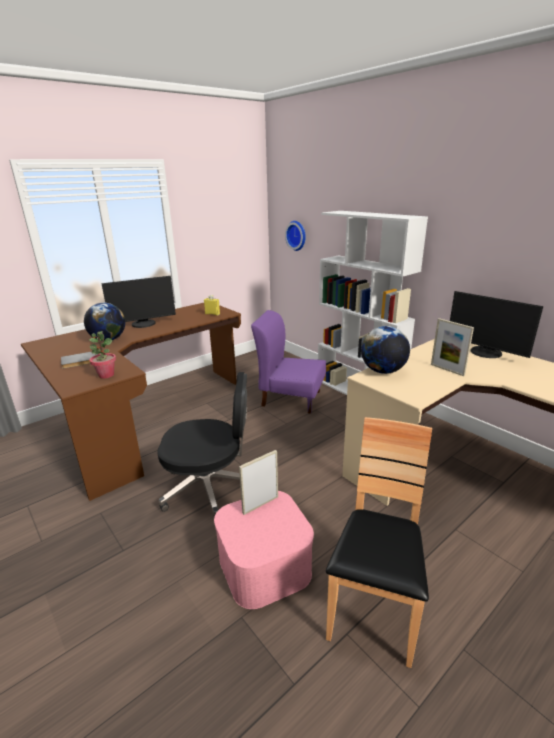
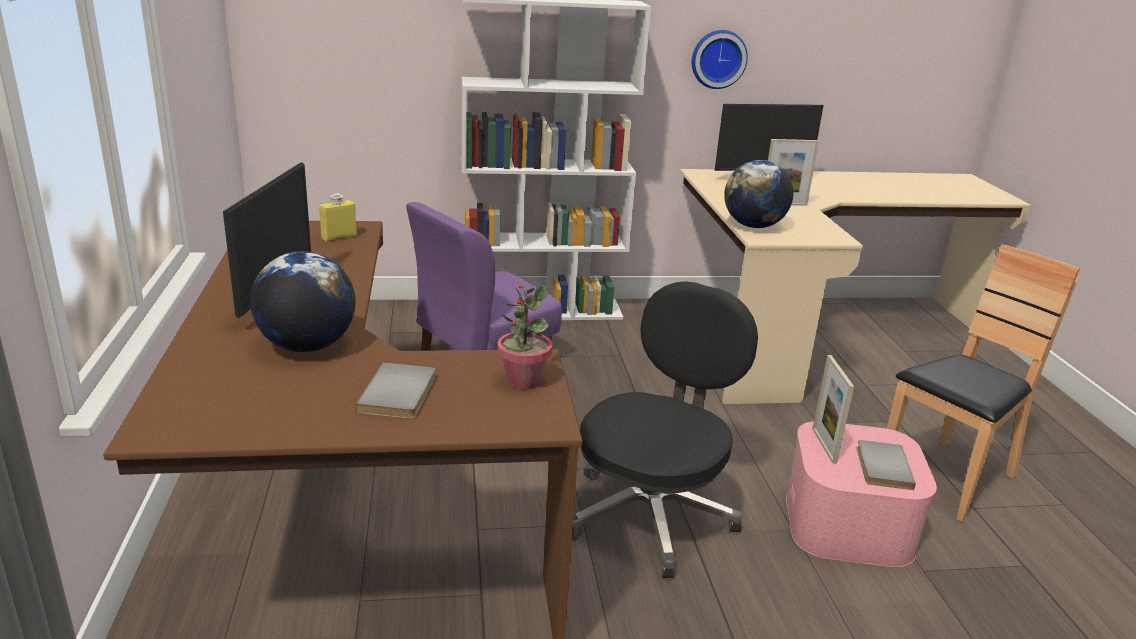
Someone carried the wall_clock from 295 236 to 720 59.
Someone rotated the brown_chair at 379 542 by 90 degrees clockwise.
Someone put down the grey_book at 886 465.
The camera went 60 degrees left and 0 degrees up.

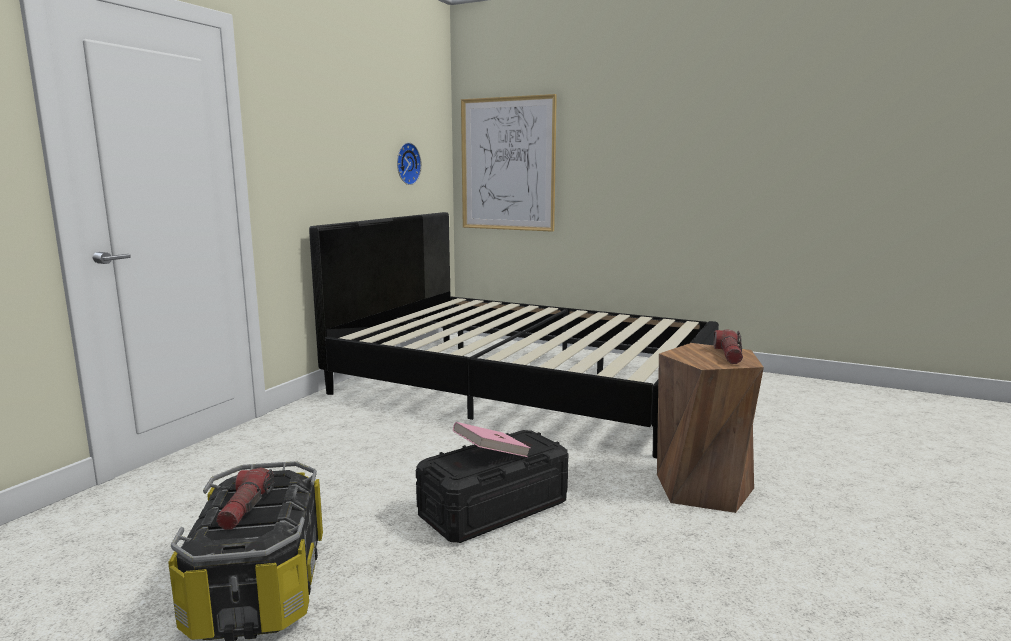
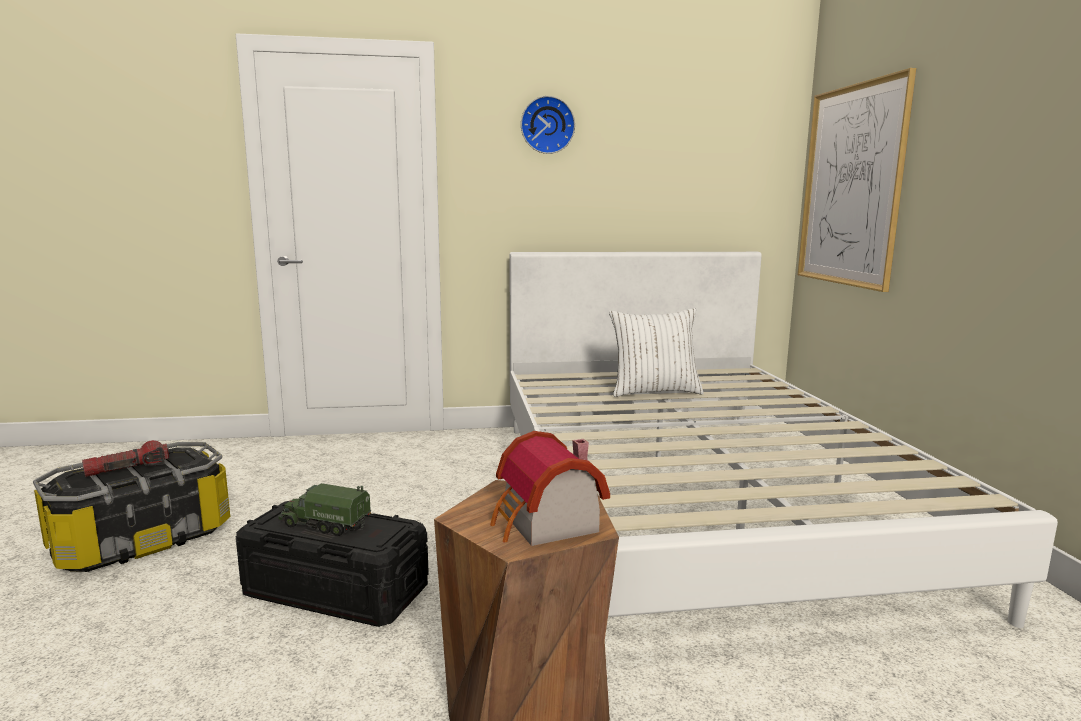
Someone repainted the black_bed at 514 335, which became the white_bed at 784 440.
Someone carried the wall_clock from 409 163 to 548 125.
Someone swapped the pink_book at 491 439 for the toy_truck at 324 509.
Someone swapped the flashlight at 728 347 for the toy_house at 550 488.
Someone put down the white_pillow at 656 352.
The camera went 55 degrees right and 0 degrees up.

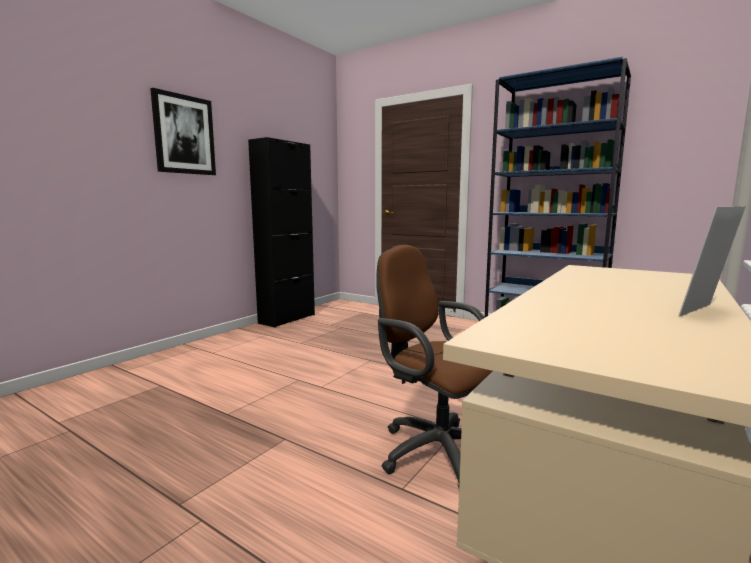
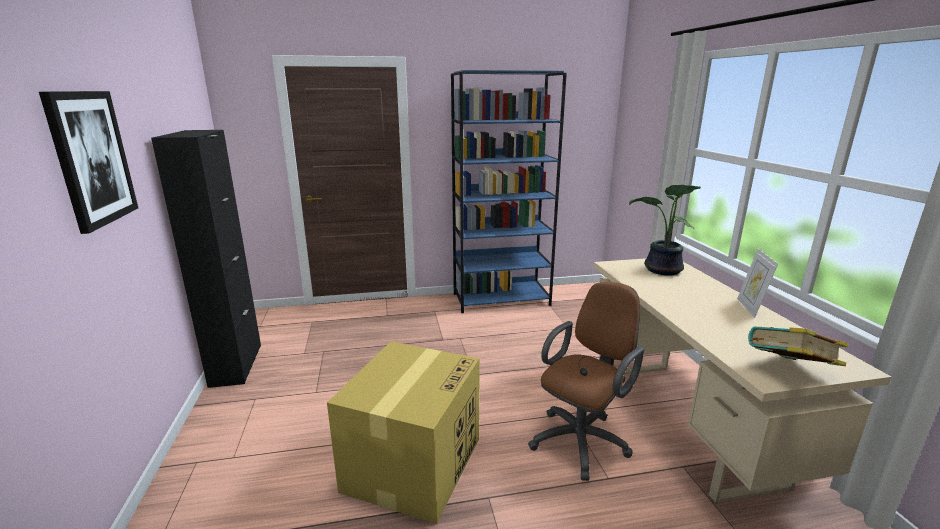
Someone rotated the brown_office_chair at 434 366 by 135 degrees clockwise.
Someone put down the cardboard_box at 403 432.
Someone put down the potted_plant at 665 230.
Someone put down the book at 798 346.
The camera went 45 degrees left and 10 degrees up.

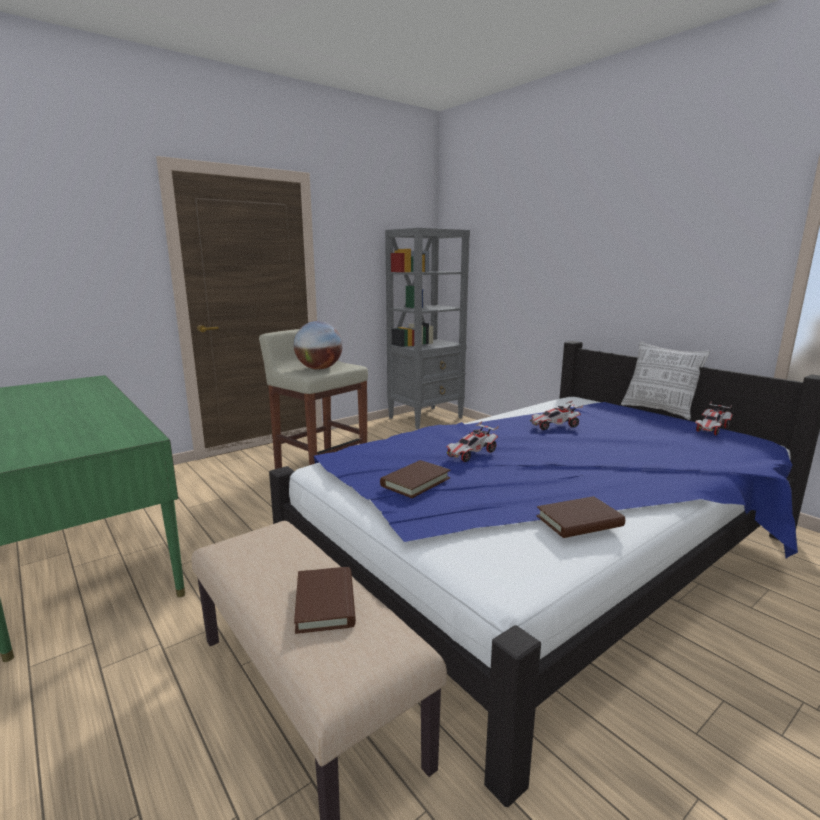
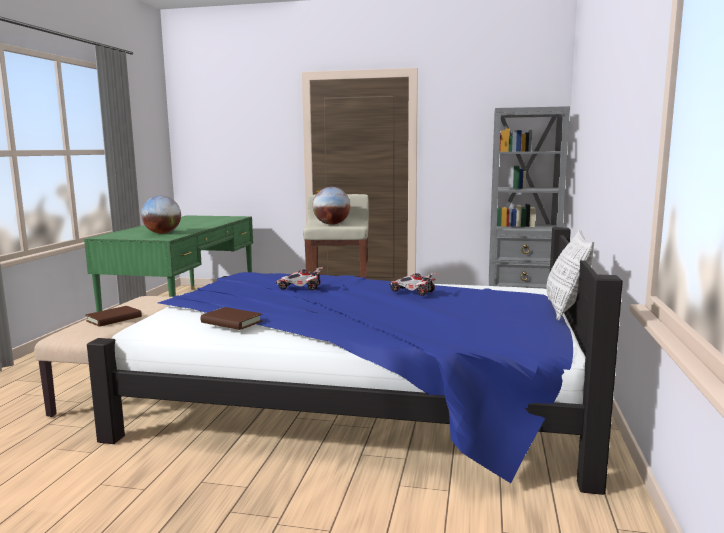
Someone took away the brown_book at 415 479.
Someone took away the toy_car at 714 418.
Someone put down the globe at 161 215.
The camera went 50 degrees right and 5 degrees down.

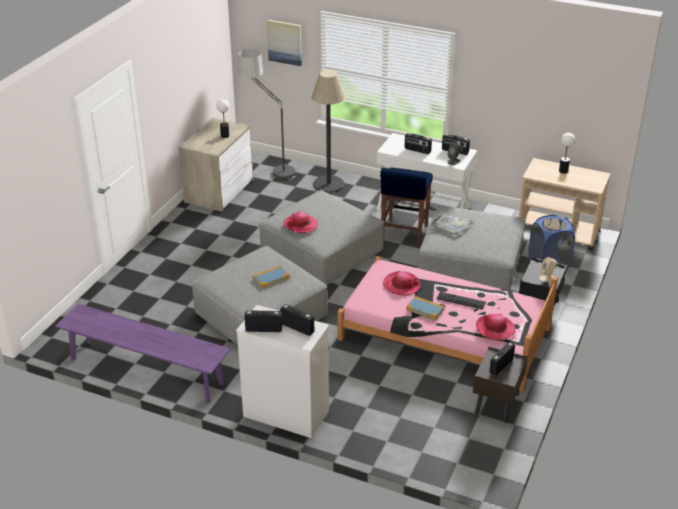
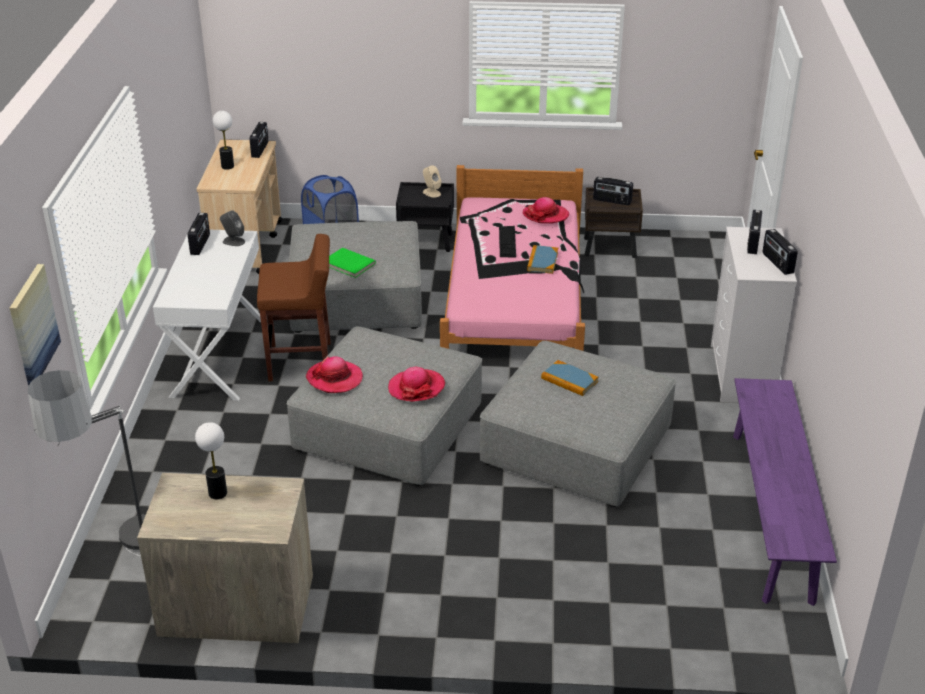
Someone took away the floor_lamp at 328 131.
Someone repainted the blue_stool at 406 207, which became the brown_stool at 294 308.
Someone carried the hat from 402 283 to 334 374.
Someone carried the radio from 418 143 to 259 140.
Someone swapped the grey_tray at 452 224 for the green_book at 352 263.
The camera went 110 degrees left and 0 degrees up.

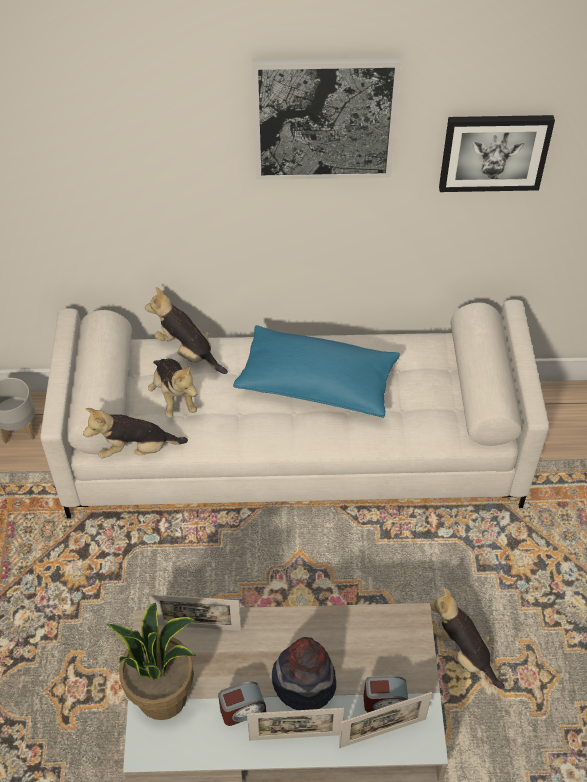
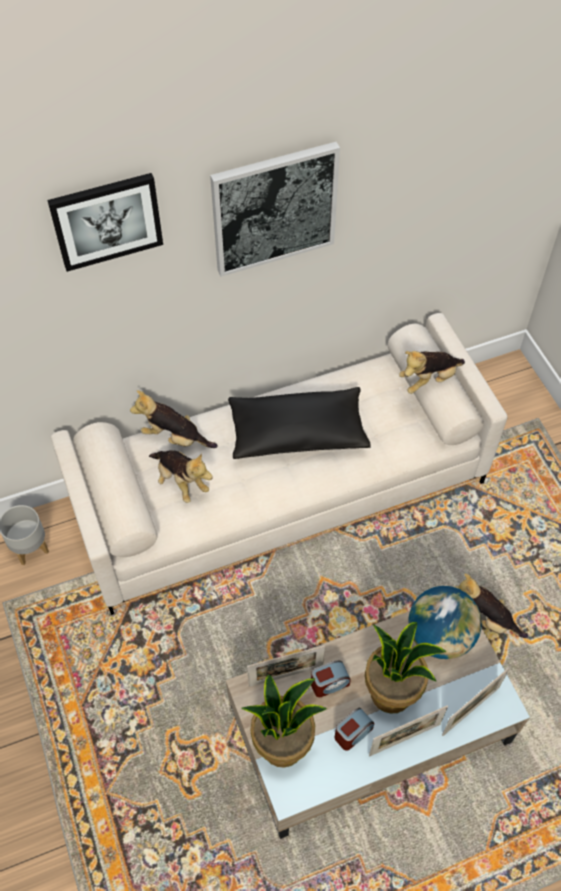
Someone carried the plush_toy from 135 433 to 432 372.
Someone repainted the blue_pillow at 316 371, which became the black_pillow at 299 423.
Someone swapped the hat at 304 673 for the potted_plant at 405 668.
Someone carried the alarm_clock from 386 694 to 331 678.
Someone carried the picture from 497 153 to 105 222.
Someone put down the globe at 445 622.
The camera went 20 degrees left and 5 degrees up.

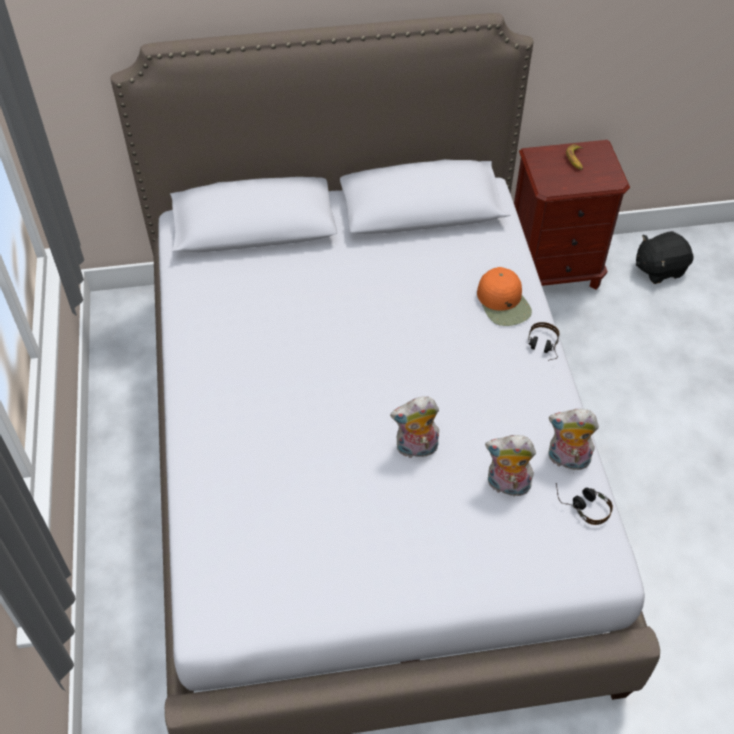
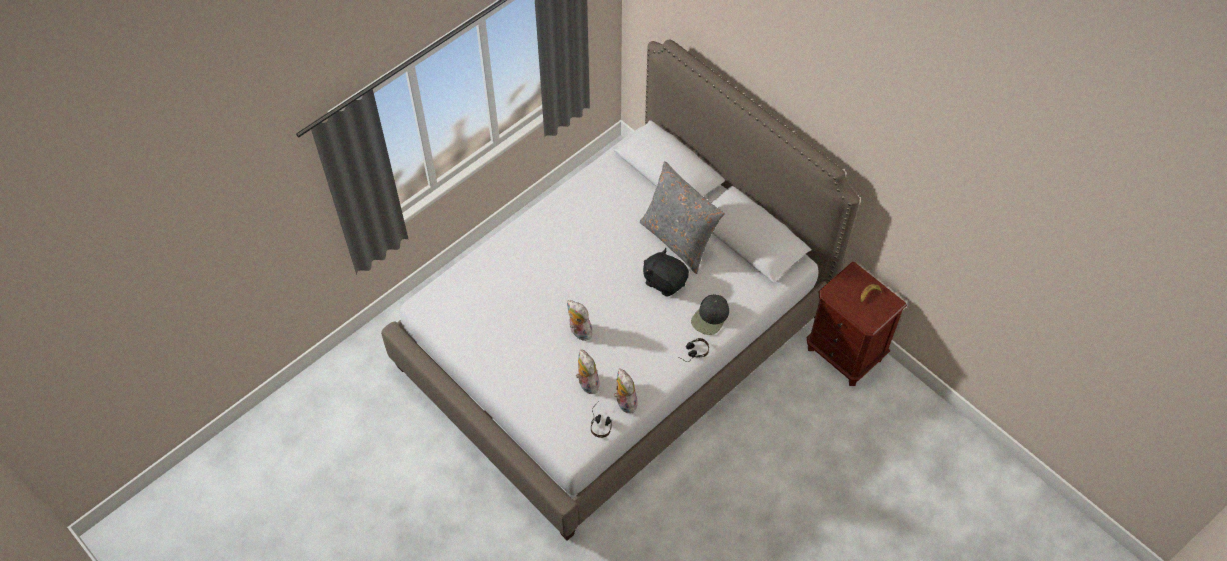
Someone repainted the orange_cap at 504 296, which became the black_cap at 710 314.
Someone carried the black_plush_toy from 665 257 to 666 272.
Someone put down the grey_pillow at 682 217.
The camera went 55 degrees right and 5 degrees up.

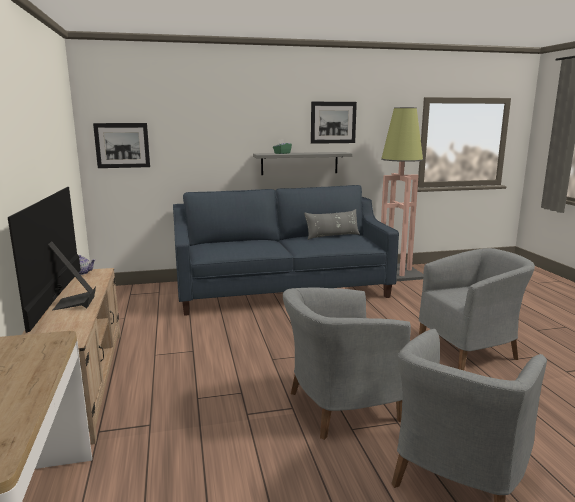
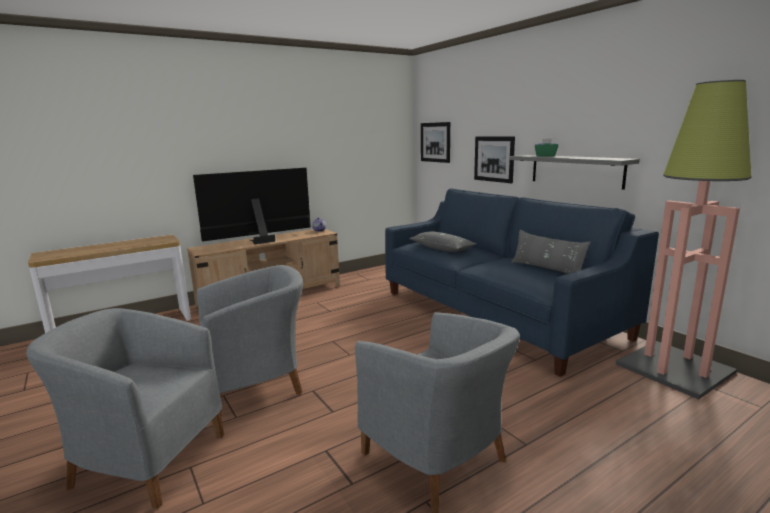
Someone rotated the grey_armchair at 347 363 by 105 degrees clockwise.
Someone carried the picture from 334 123 to 494 159.
Someone put down the grey_pillow at 443 241.
The camera went 70 degrees right and 0 degrees up.

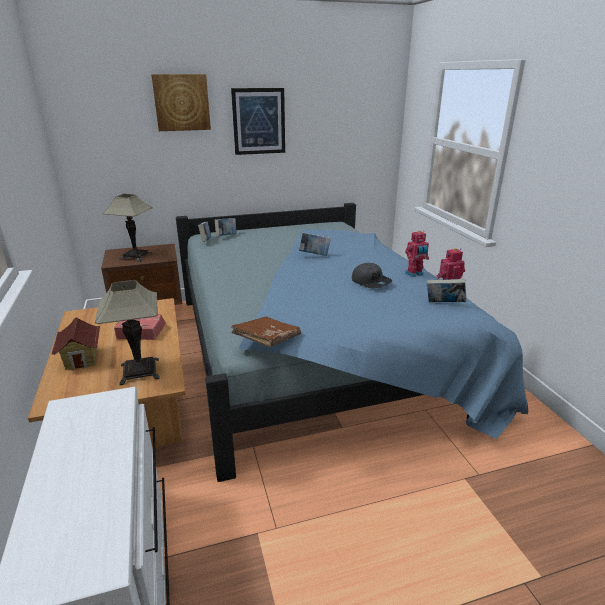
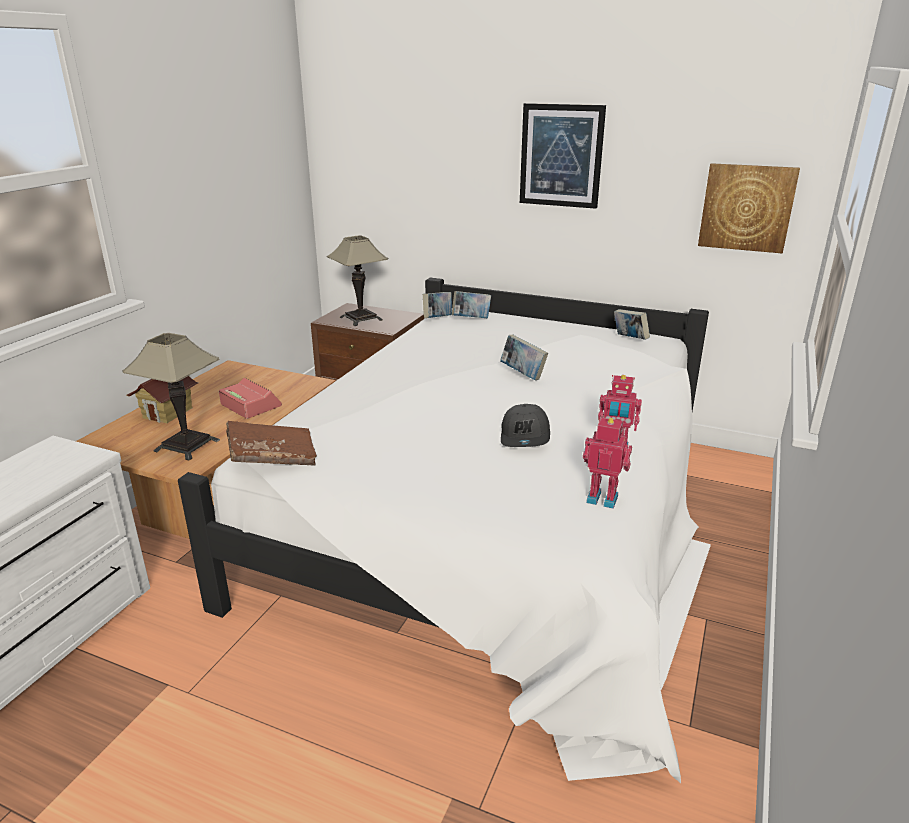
Someone carried the picture from 181 102 to 749 208.
Someone repainted the blue_bed at 352 342, which became the white_bed at 444 530.
Someone carried the book from 446 290 to 632 324.
The camera went 40 degrees right and 0 degrees up.

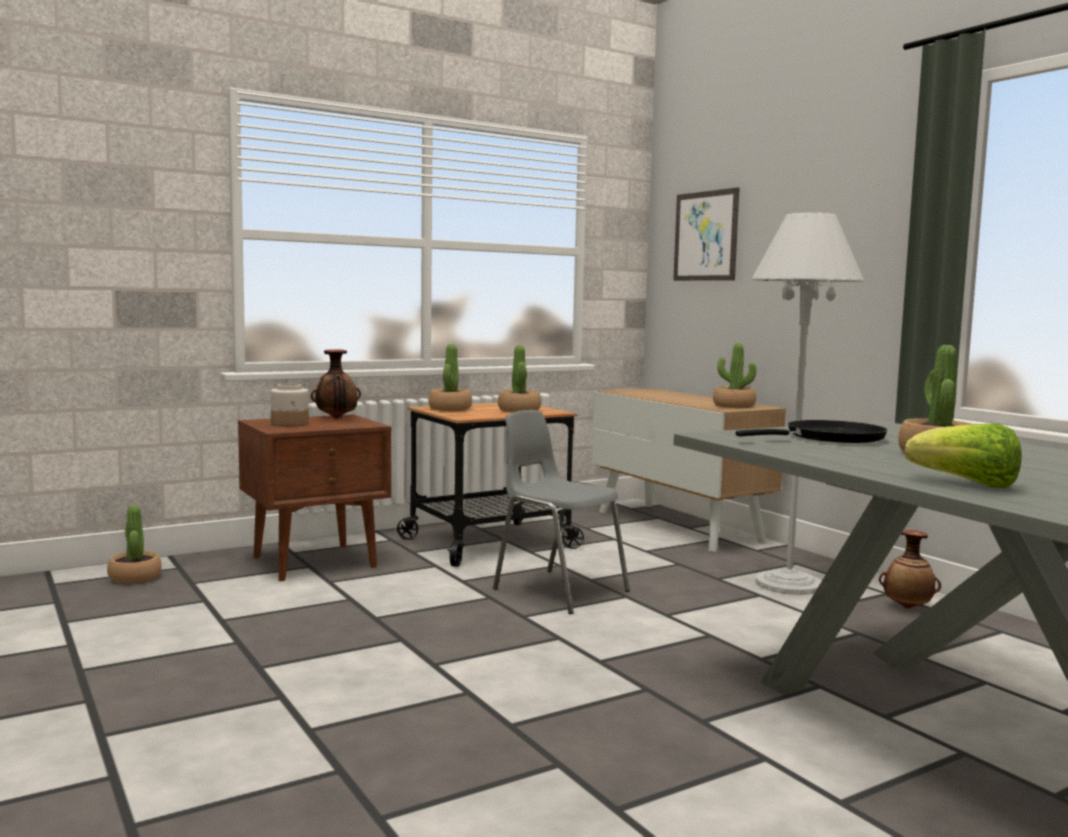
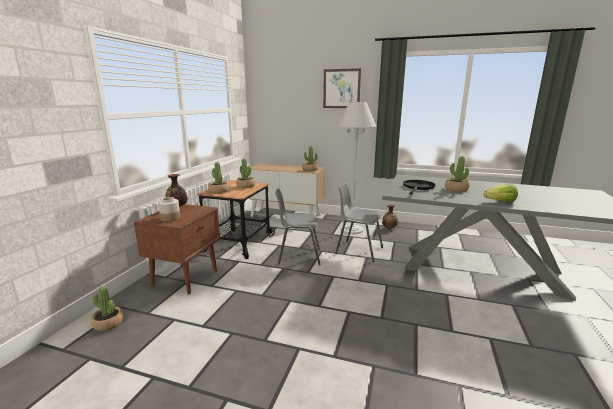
Someone carried the picture from 706 234 to 342 88.
Someone put down the grey_chair at 359 222.
The camera went 40 degrees left and 10 degrees up.

